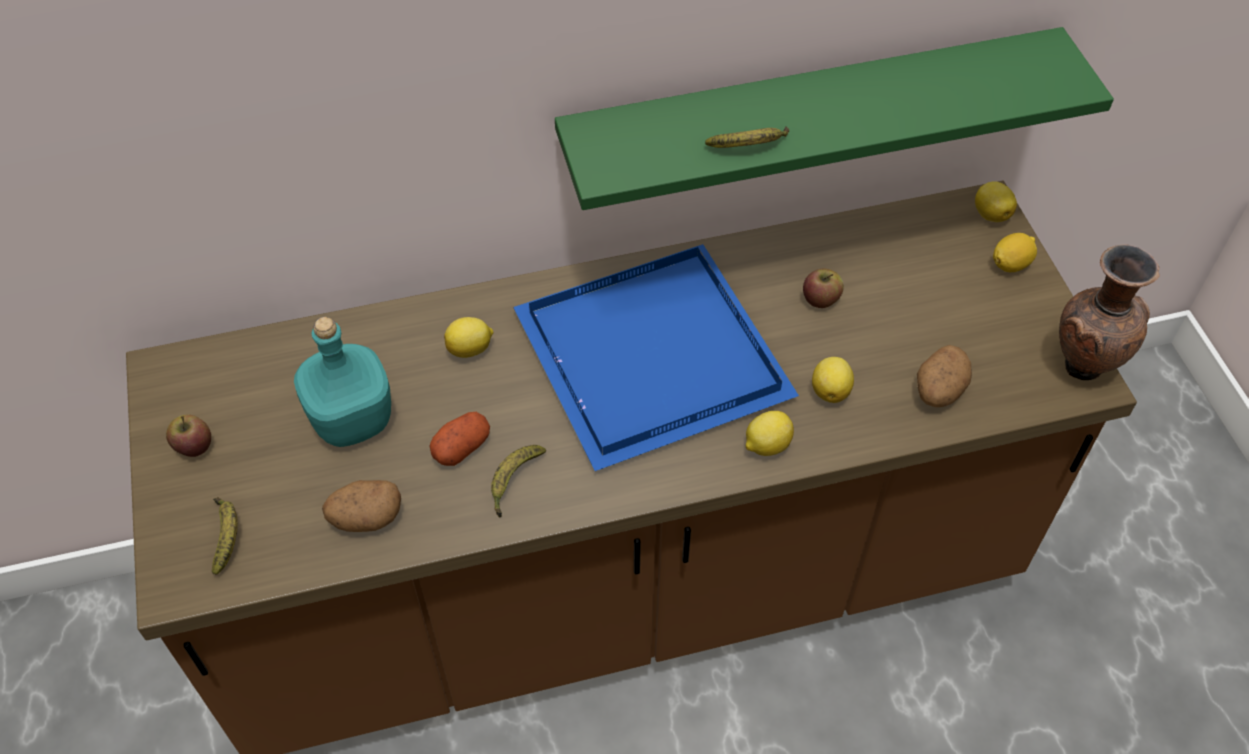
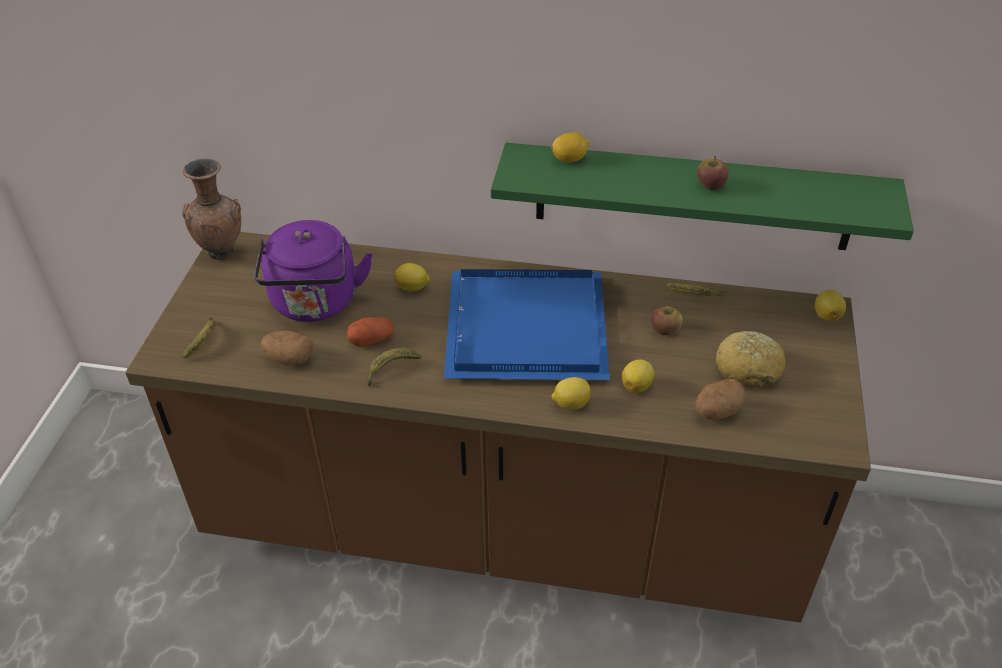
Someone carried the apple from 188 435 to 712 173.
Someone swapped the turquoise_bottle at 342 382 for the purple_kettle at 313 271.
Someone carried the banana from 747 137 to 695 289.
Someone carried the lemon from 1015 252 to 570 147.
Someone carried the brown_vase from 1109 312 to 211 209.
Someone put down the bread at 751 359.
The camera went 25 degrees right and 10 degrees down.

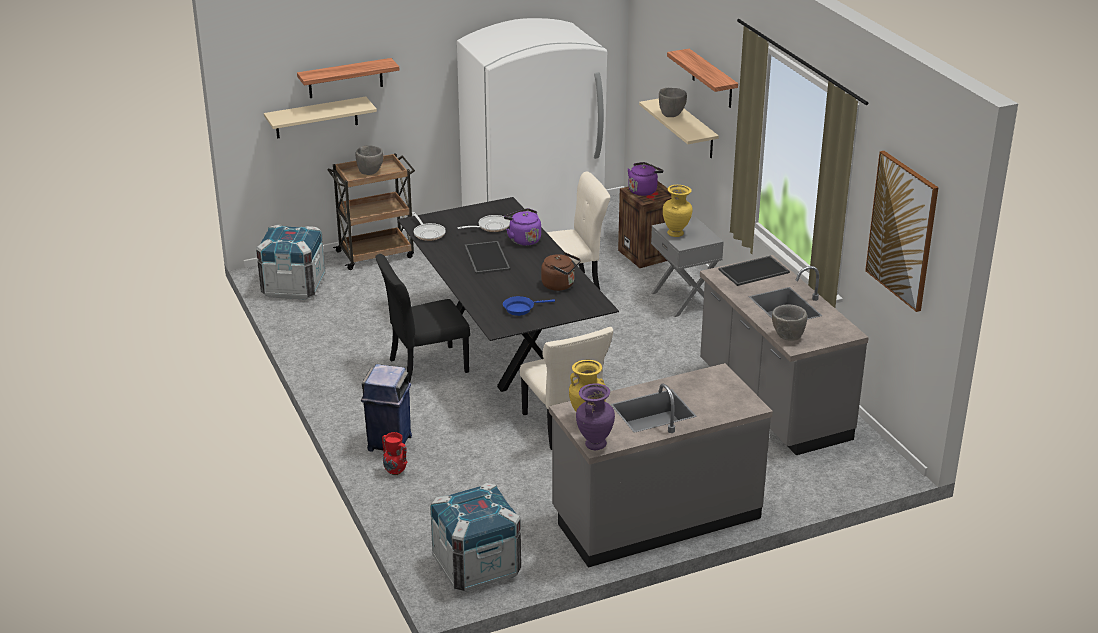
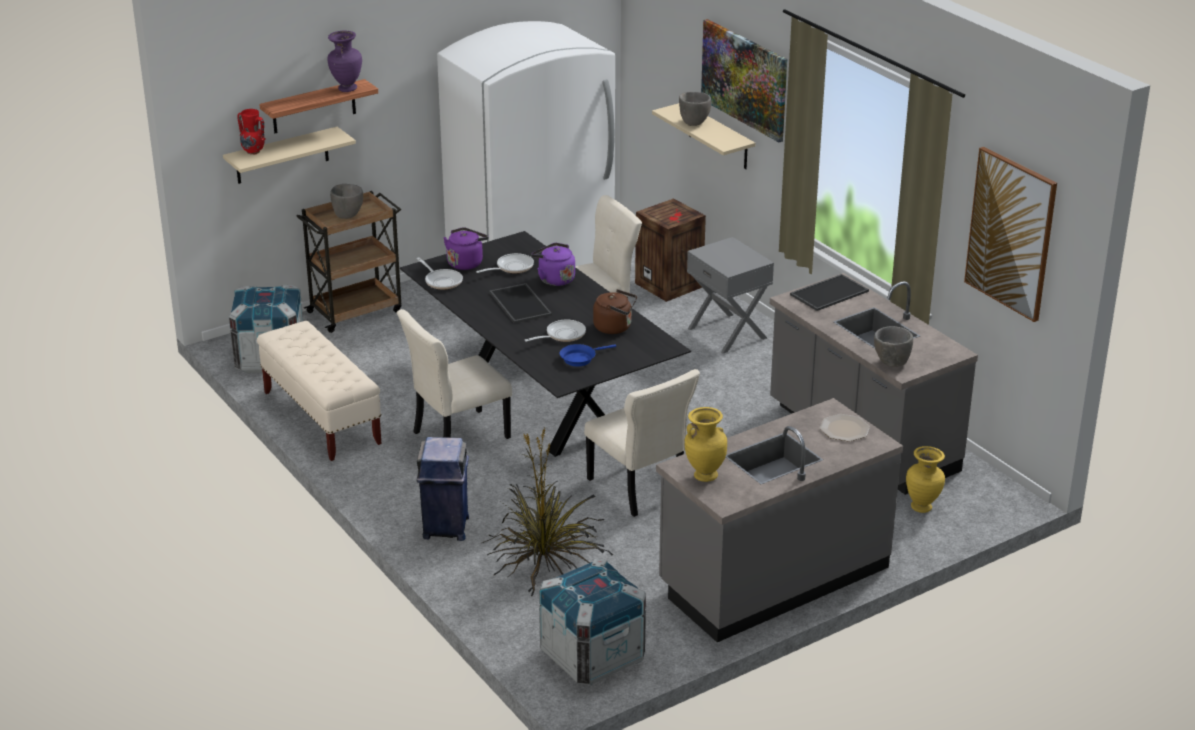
Someone repainted the black_chair at 422 318, which became the beige_chair at 454 374.
Someone carried the red_vase from 394 454 to 251 132.
Someone carried the purple_vase from 595 416 to 344 61.
Someone carried the purple_kettle from 646 179 to 466 248.
Someone carried the yellow_vase from 677 211 to 925 479.
Someone swapped the shelf at 702 78 for the picture at 744 80.
Someone put down the beige_bench at 319 391.
Someone put down the potted_plant at 547 511.
Someone put down the frying_pan at 555 331.
Someone put down the plate at 845 428.
The camera went 10 degrees left and 0 degrees up.

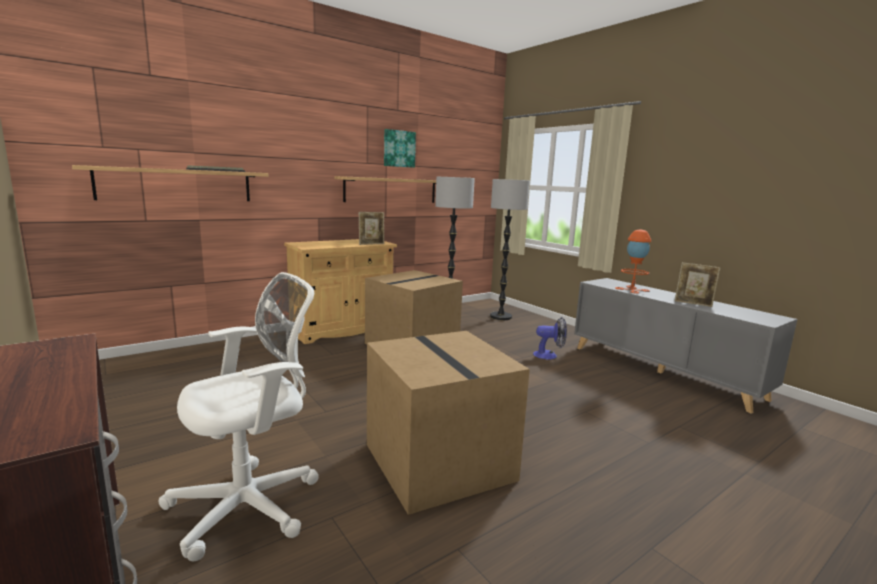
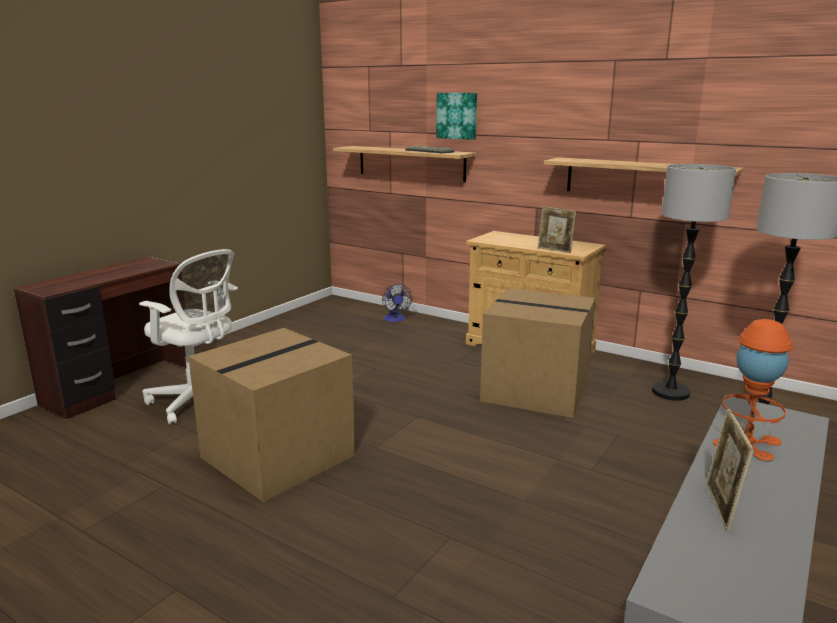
Someone carried the picture from 400 148 to 456 116.
Someone carried the fan from 550 338 to 397 303.
The camera went 70 degrees right and 5 degrees up.

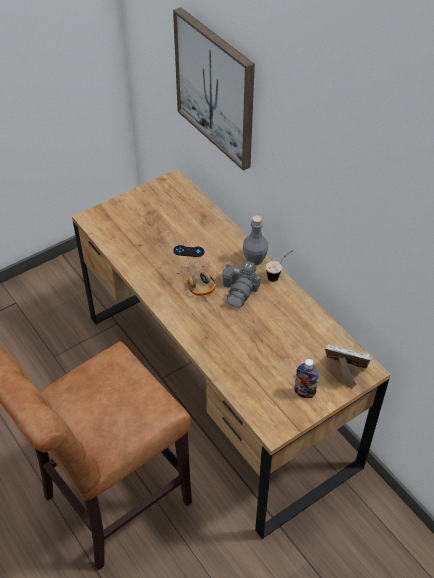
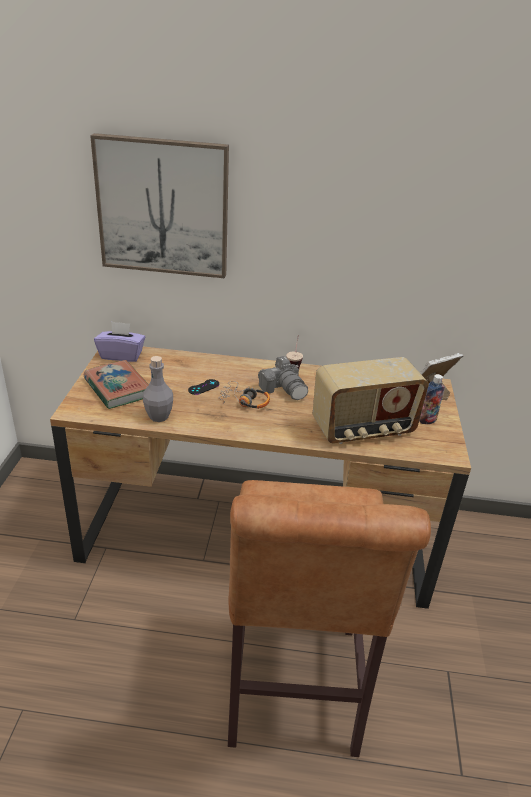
Someone carried the grey_bottle from 255 240 to 158 389.
Someone put down the book at 116 384.
Someone put down the purple_tissue_box at 119 341.
Someone put down the radio at 371 400.
The camera went 50 degrees left and 15 degrees down.

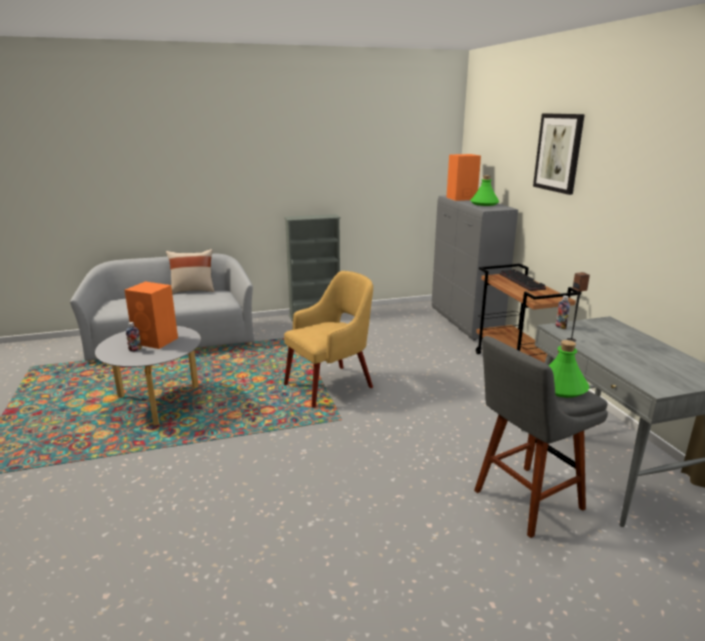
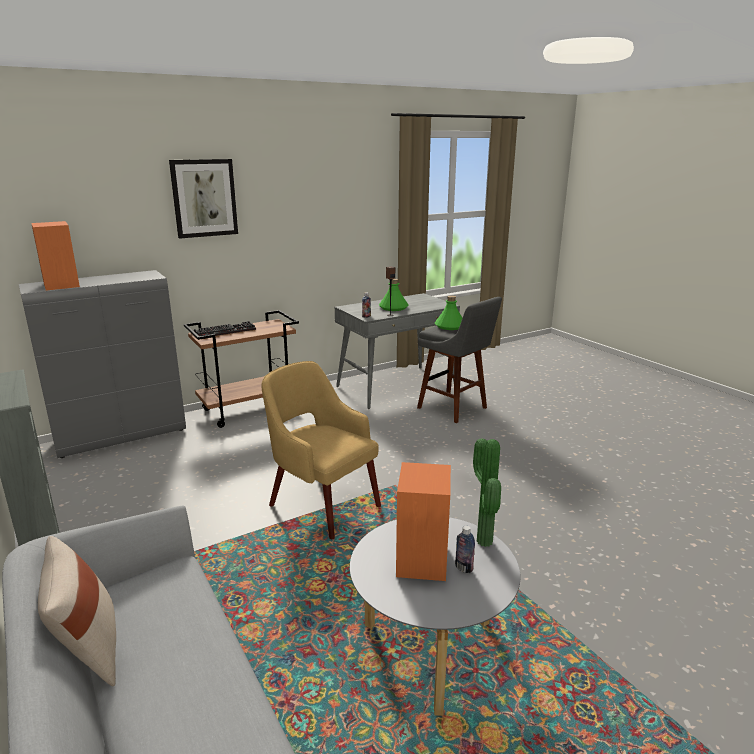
Someone carried the green_bottle from 484 190 to 393 294.
Someone put down the potted_plant at 487 493.
The camera went 105 degrees left and 0 degrees up.

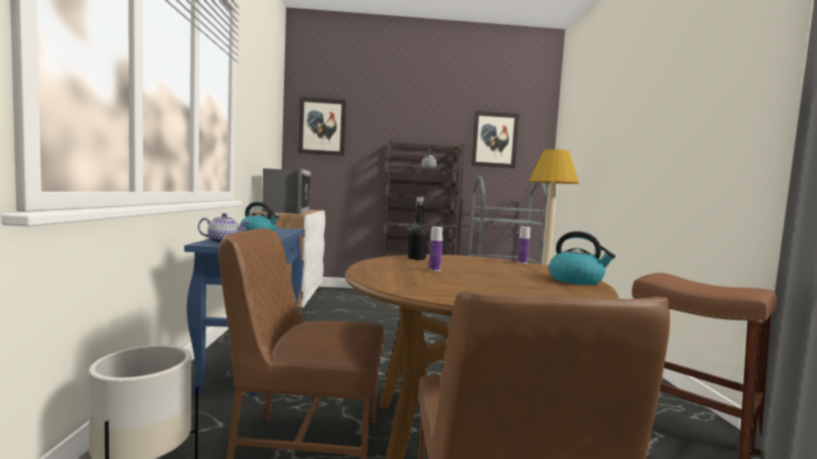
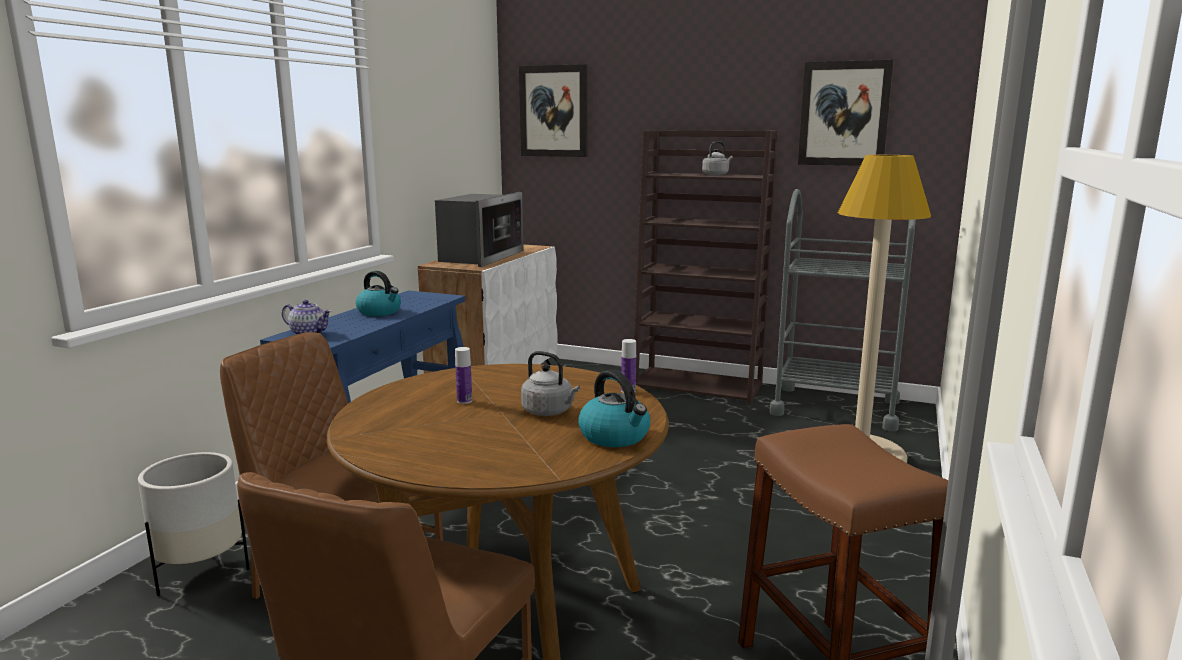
Someone took away the black_bottle at 418 228.
Someone put down the grey_kettle at 550 383.
The camera went 25 degrees right and 10 degrees up.

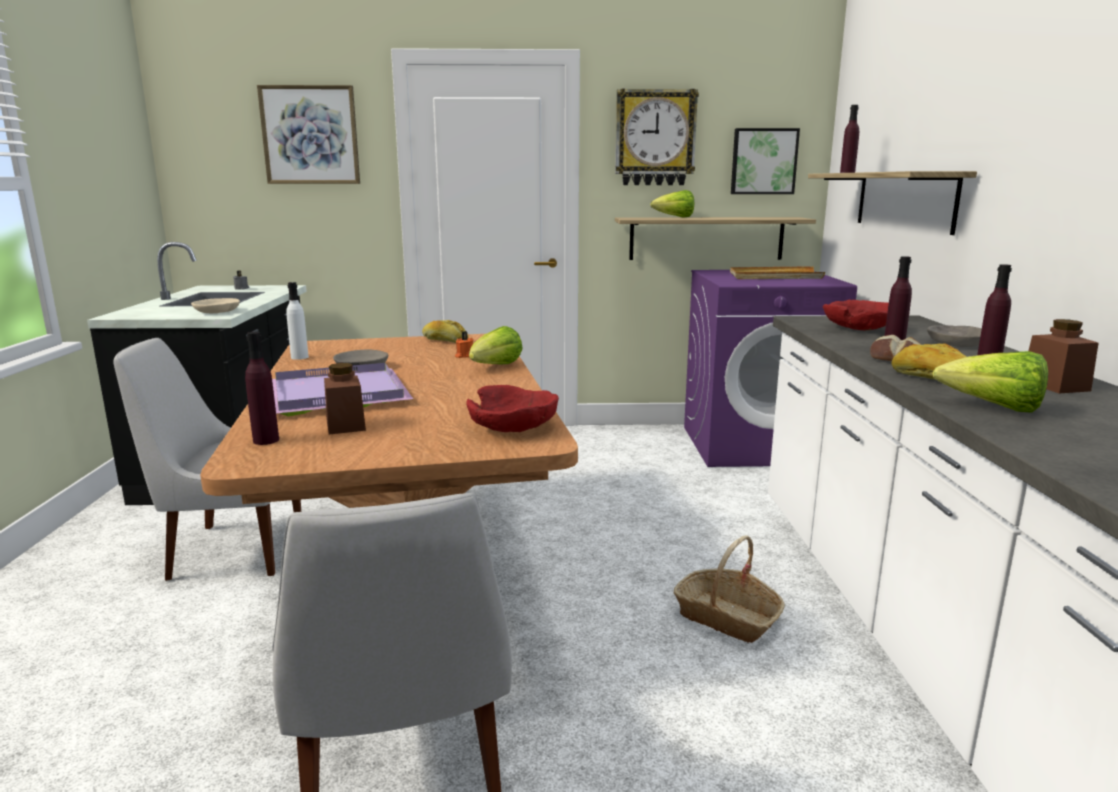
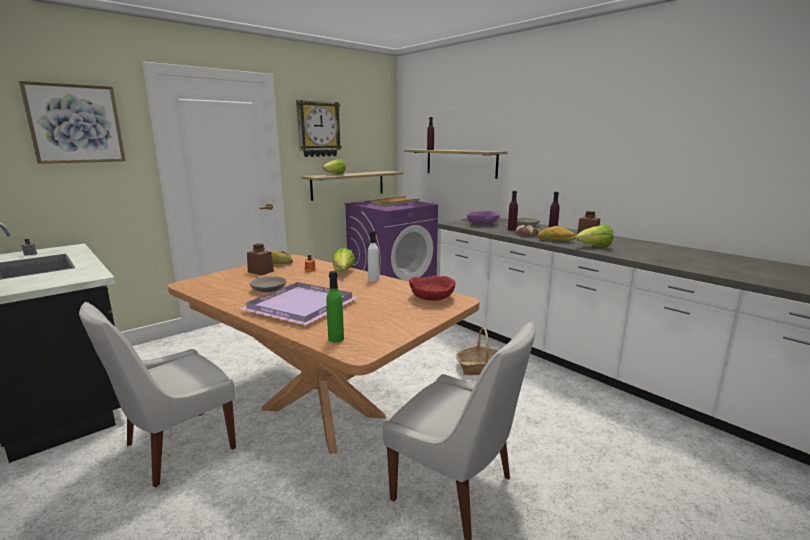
Someone took away the beige_bowl at 215 305.
Someone repainted the purple_bottle at 262 388, which became the green_bottle at 335 306.
Someone carried the white_bottle from 297 321 to 373 256.
Someone carried the brown_jar from 345 399 to 260 259.
Someone took away the picture at 765 161.
Someone repainted the red_bowl at 856 315, which became the purple_bowl at 483 218.
The camera went 40 degrees left and 0 degrees up.

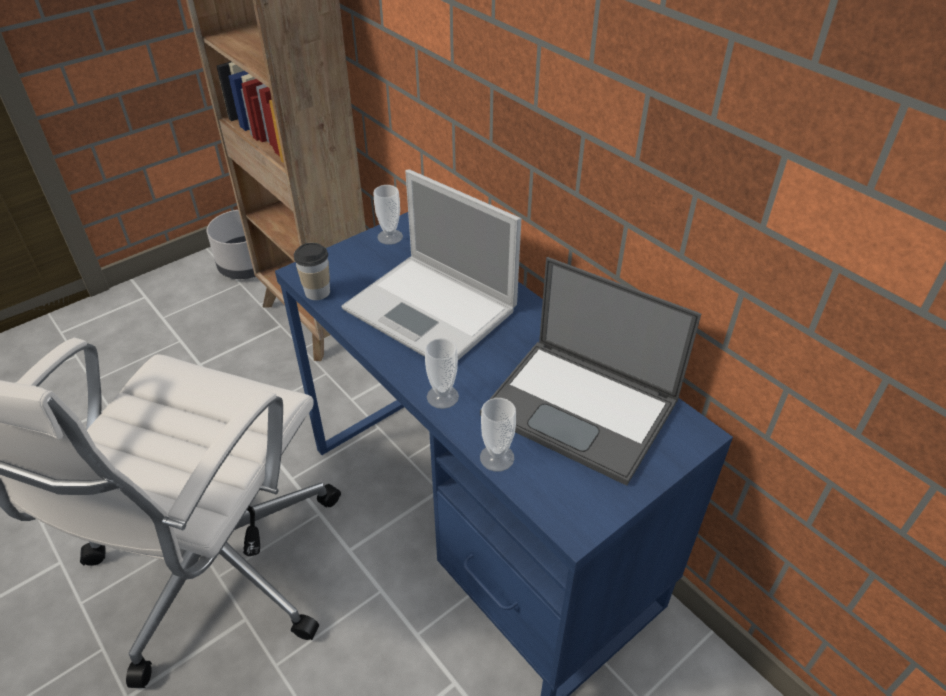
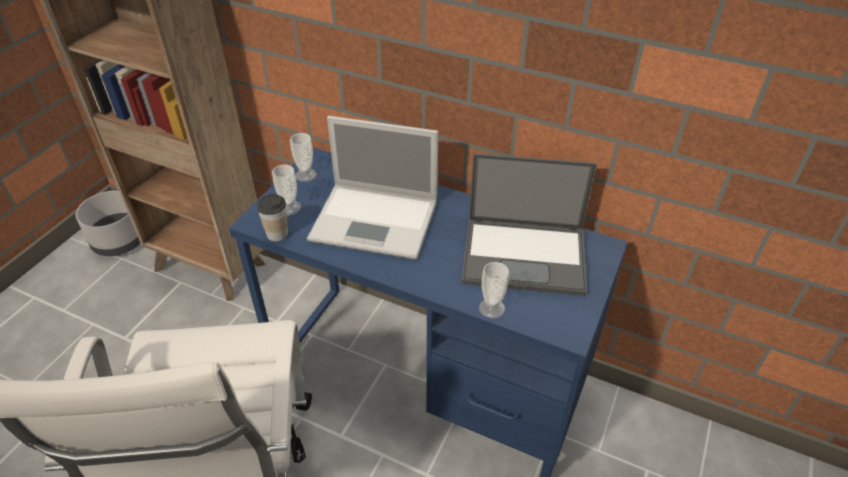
Someone carried the cup from 442 373 to 286 189.
The camera went 25 degrees left and 0 degrees up.

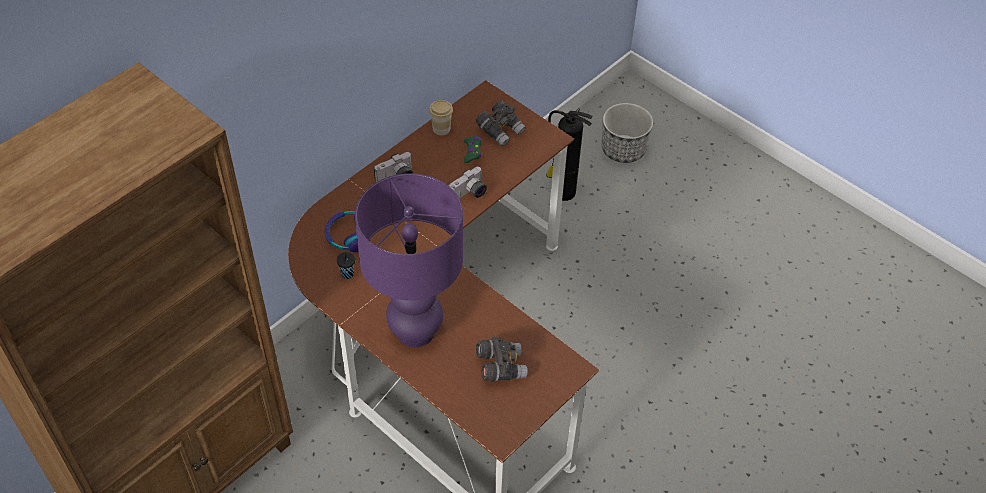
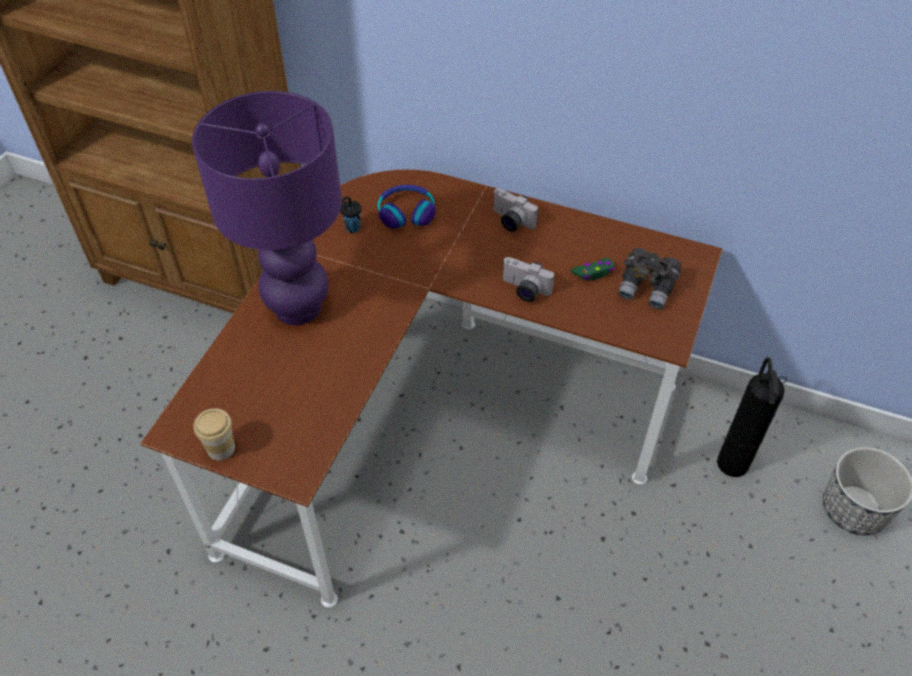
Someone carried the cup from 441 117 to 214 434.
Someone took away the grey_binoculars at 501 359.
The camera went 70 degrees right and 0 degrees up.

